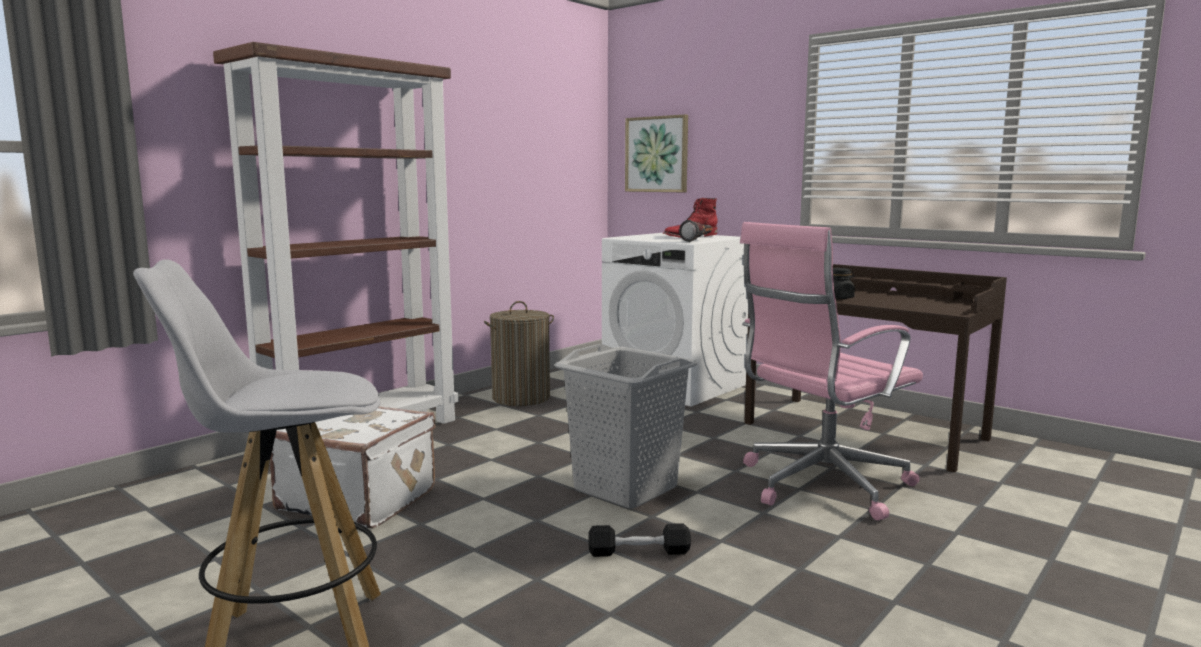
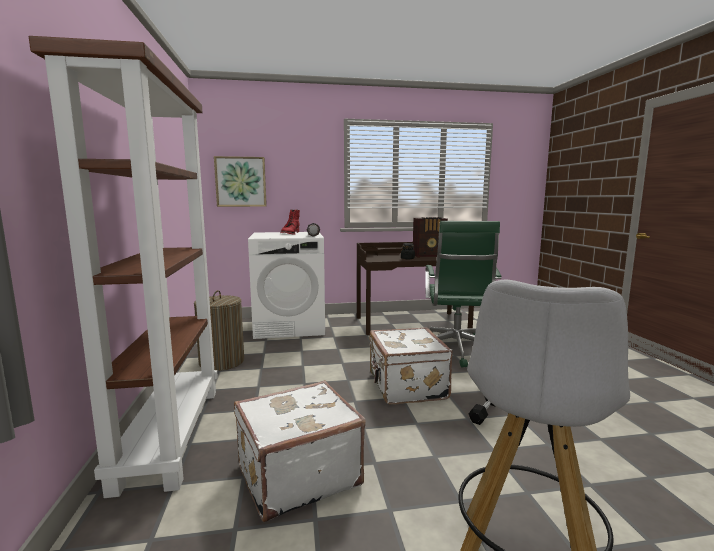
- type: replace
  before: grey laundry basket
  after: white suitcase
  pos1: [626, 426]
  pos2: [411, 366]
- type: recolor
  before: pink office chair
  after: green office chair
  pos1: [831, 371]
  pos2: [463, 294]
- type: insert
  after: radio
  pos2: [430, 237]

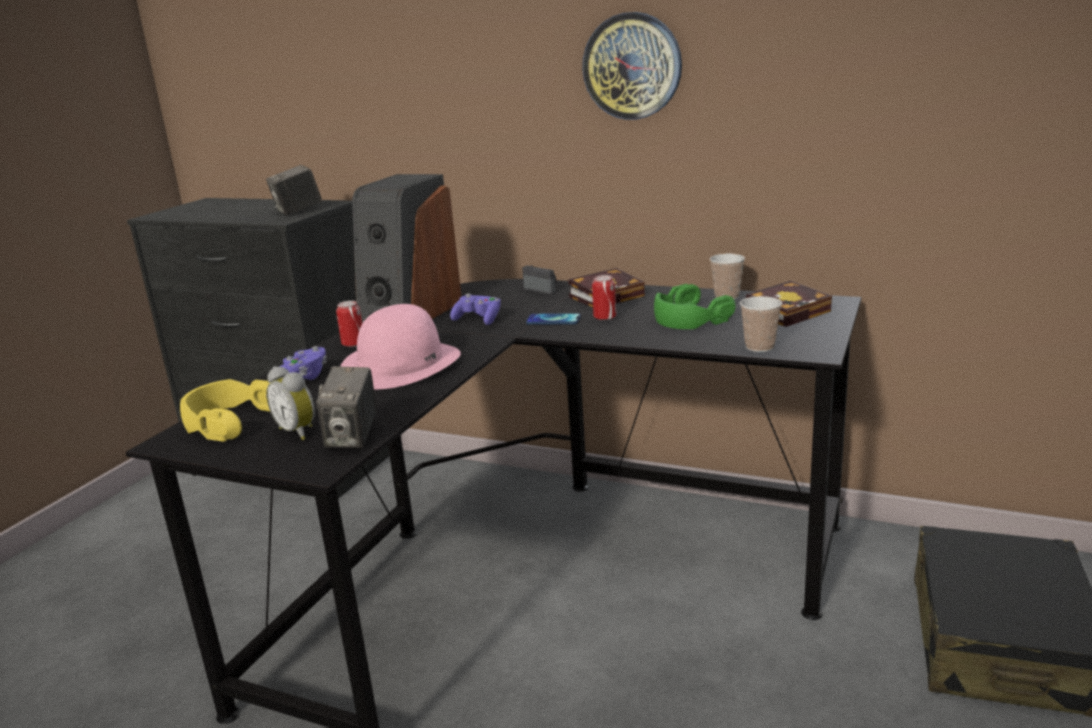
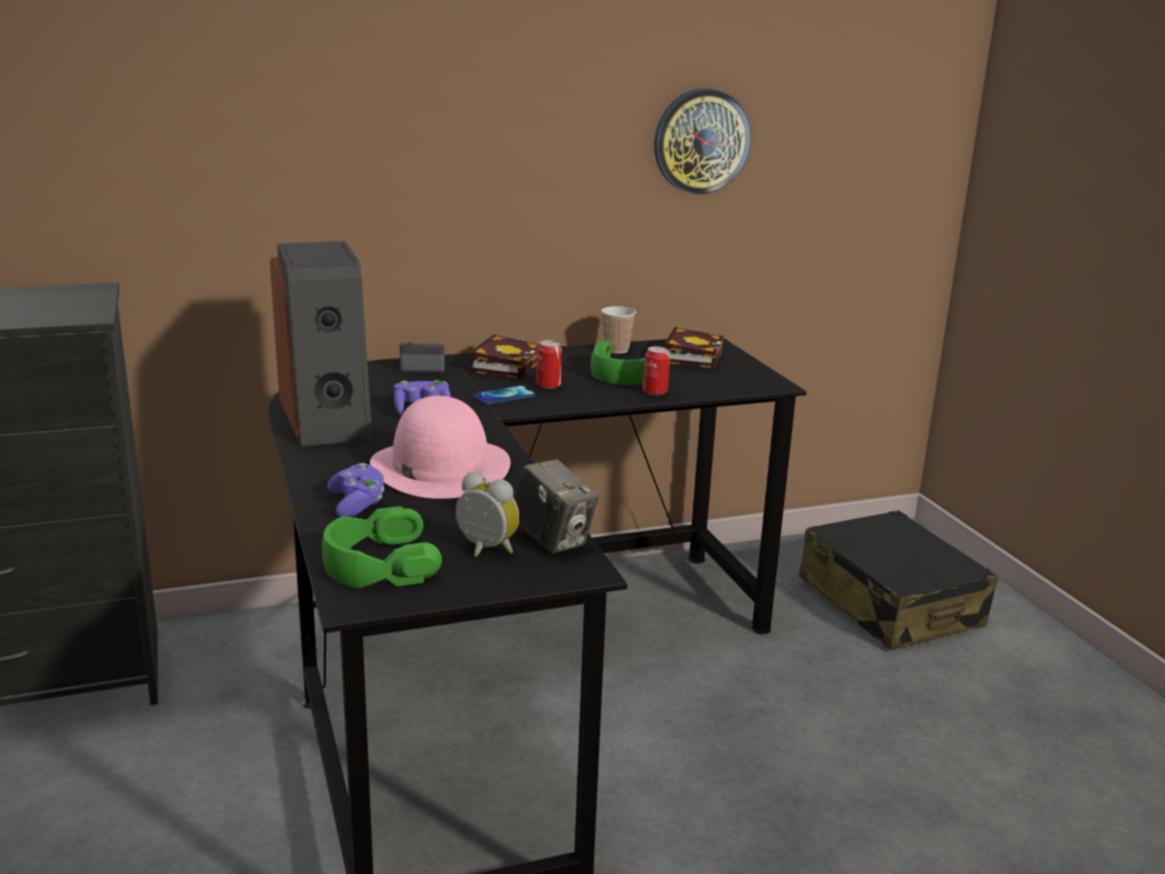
- type: recolor
  before: yellow headphones
  after: green headphones
  pos1: [225, 410]
  pos2: [382, 547]
- type: delete
  before: photo camera
  pos1: [294, 190]
- type: rotate
  before: alarm clock
  pos1: [290, 403]
  pos2: [487, 514]
  turn: -150
- type: move
  before: can
  pos1: [349, 324]
  pos2: [656, 371]
- type: move
  before: wall clock
  pos1: [632, 66]
  pos2: [702, 141]
- type: delete
  before: cup
  pos1: [761, 324]

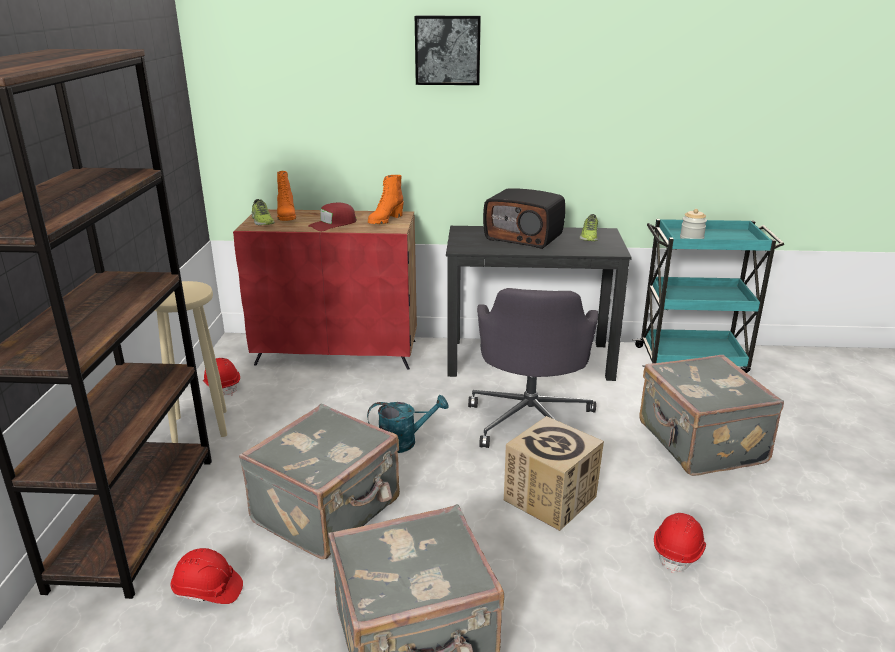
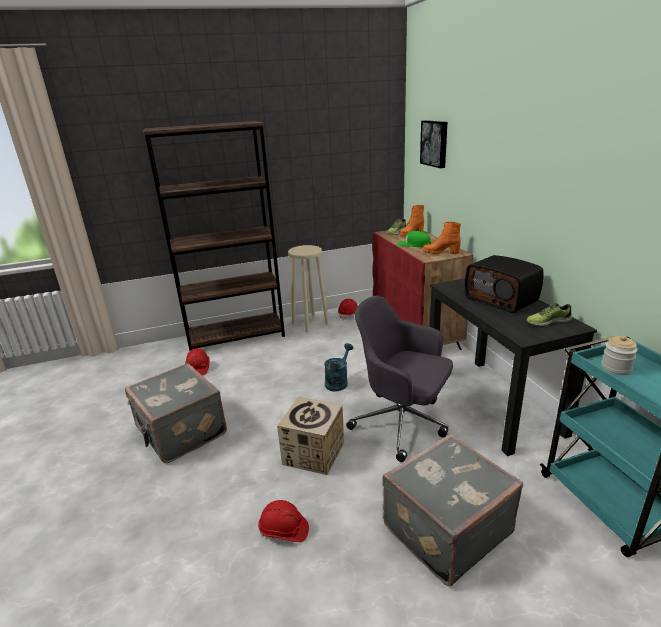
- type: delete
  before: grey suitcase
  pos1: [319, 481]
- type: recolor
  before: red cap
  after: green cap
  pos1: [332, 217]
  pos2: [414, 239]
- type: rotate
  before: turquoise watering can
  pos1: [407, 424]
  pos2: [338, 367]
  turn: -120
- type: move
  before: picture
  pos1: [448, 50]
  pos2: [433, 144]
- type: rotate
  before: grey office chair
  pos1: [533, 368]
  pos2: [399, 378]
  turn: 45
- type: rotate
  before: radio
  pos1: [524, 218]
  pos2: [504, 284]
  turn: -45

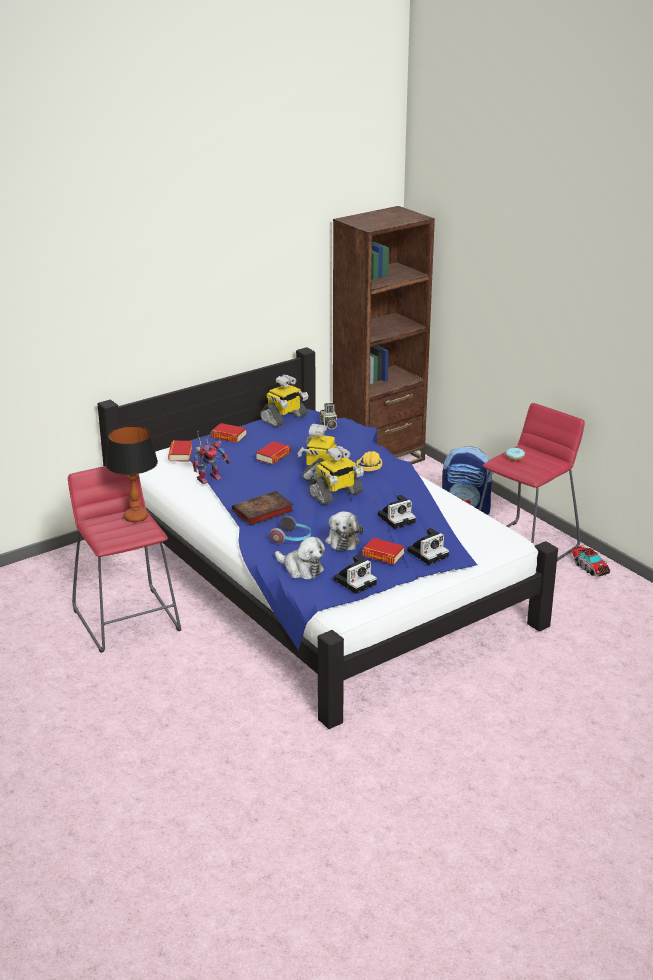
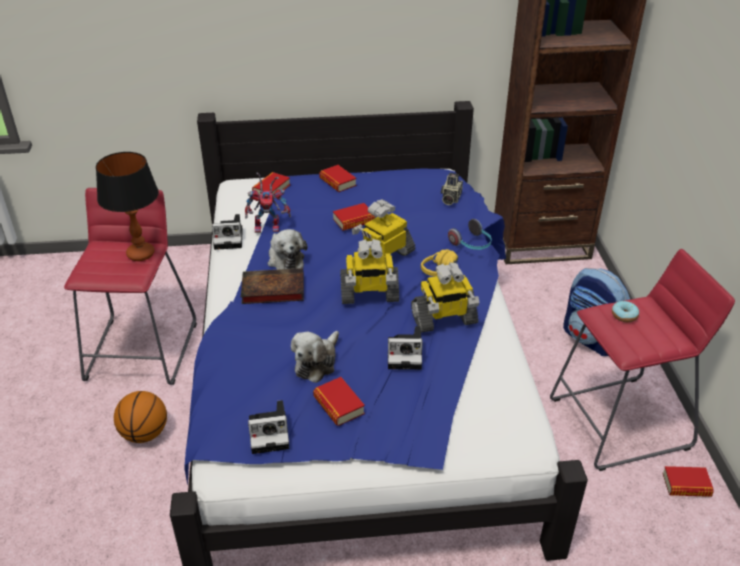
- type: move
  before: toy robot
  pos1: [284, 401]
  pos2: [445, 297]
- type: move
  before: headphones
  pos1: [290, 530]
  pos2: [470, 234]
- type: move
  before: plush toy
  pos1: [300, 558]
  pos2: [287, 249]
- type: move
  before: photo camera
  pos1: [428, 546]
  pos2: [227, 232]
- type: replace
  before: toy truck
  after: book
  pos1: [591, 561]
  pos2: [688, 481]
- type: insert
  after: basketball
  pos2: [140, 417]

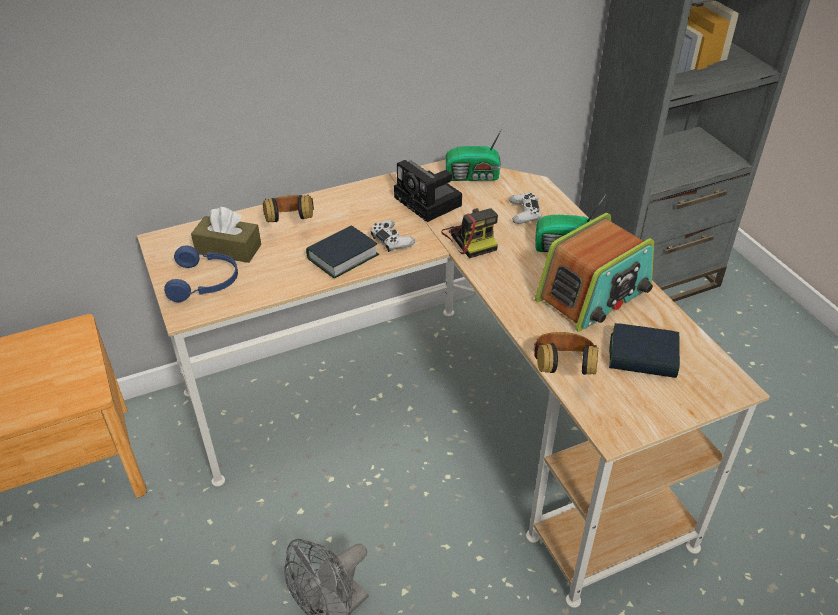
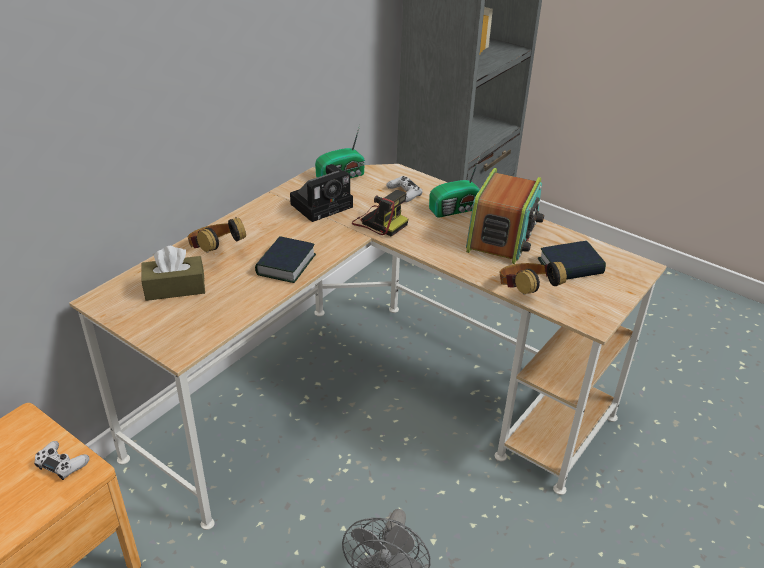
- type: delete
  before: blue headphones
  pos1: [201, 273]
- type: move
  before: white game controller
  pos1: [393, 236]
  pos2: [62, 460]
- type: rotate
  before: photo camera
  pos1: [428, 191]
  pos2: [321, 193]
  turn: -60

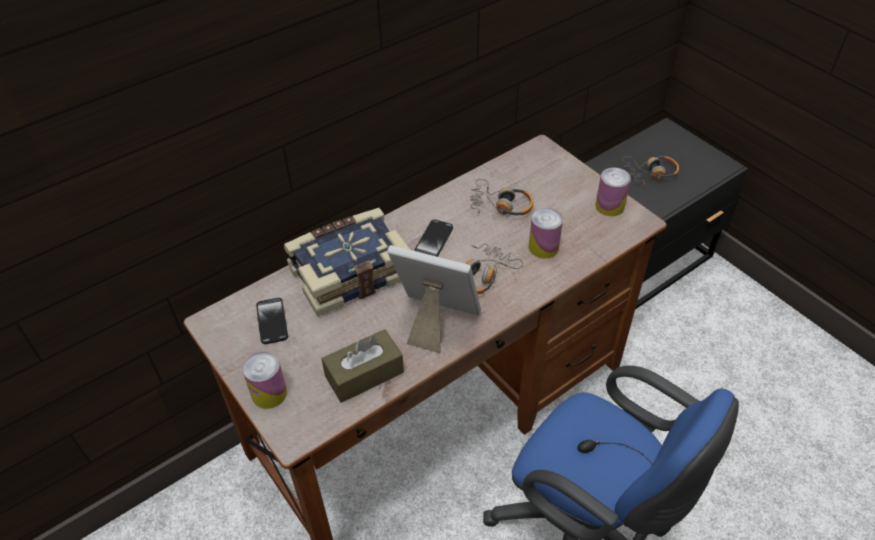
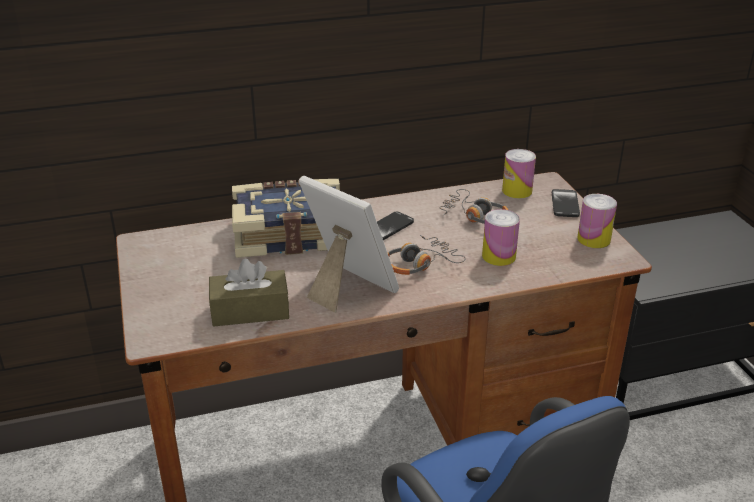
- type: move
  before: can
  pos1: [264, 380]
  pos2: [519, 174]
- type: move
  before: phone
  pos1: [272, 321]
  pos2: [566, 203]
- type: delete
  before: headphones
  pos1: [650, 170]

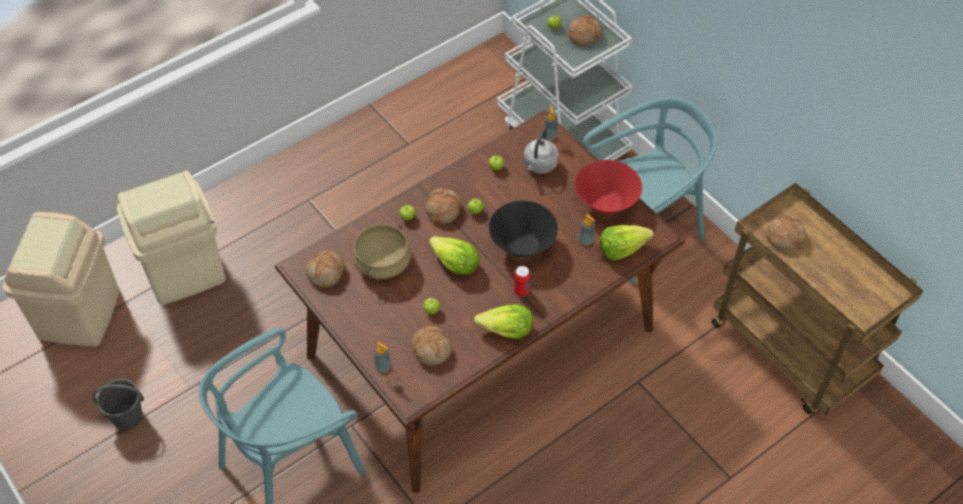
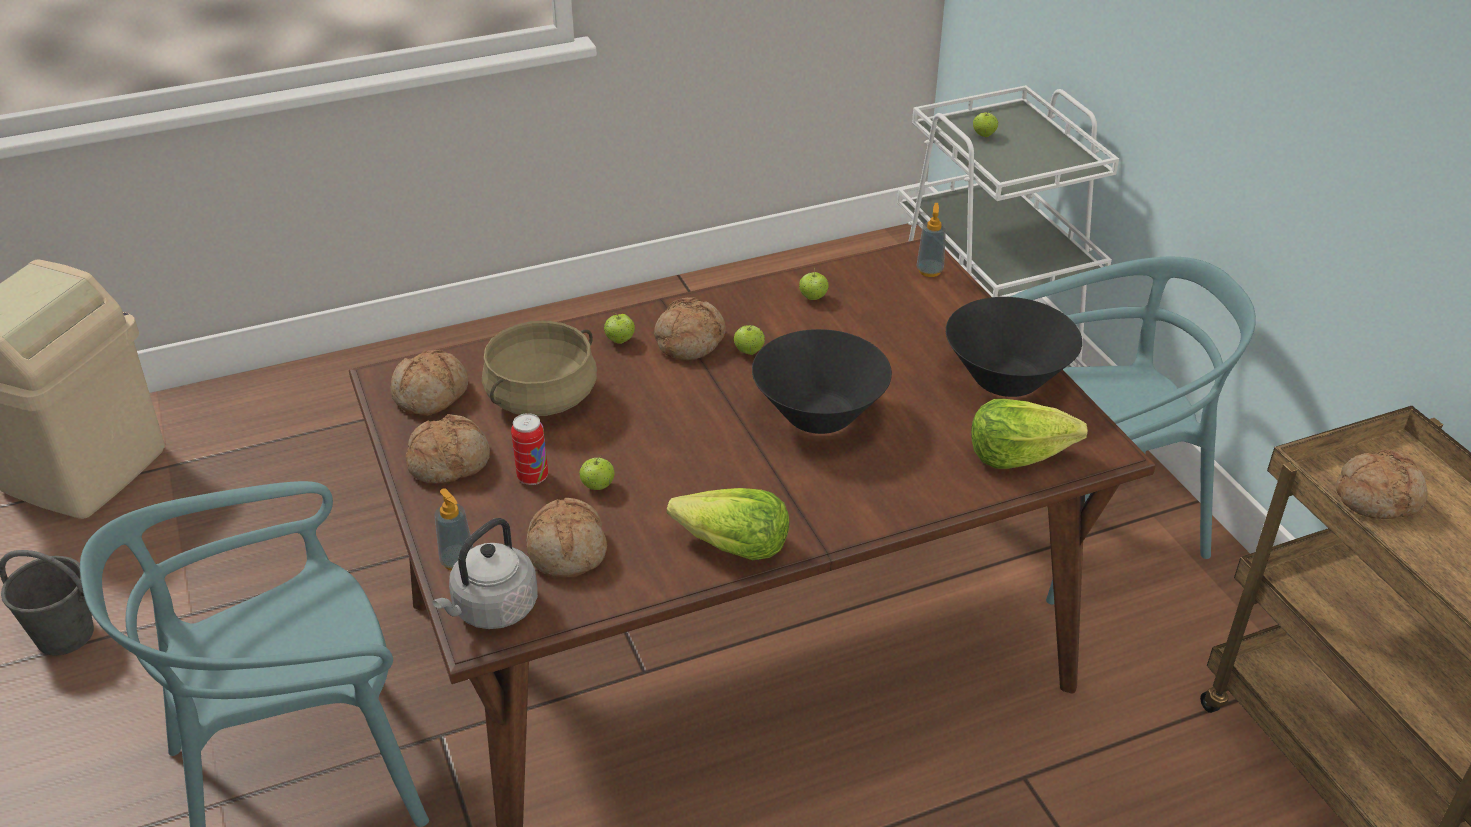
- type: delete
  before: beige trash can
  pos1: [171, 238]
- type: delete
  before: lettuce
  pos1: [454, 255]
- type: move
  before: can
  pos1: [522, 281]
  pos2: [529, 449]
- type: move
  before: grey kettle
  pos1: [541, 151]
  pos2: [485, 573]
- type: move
  before: bread
  pos1: [585, 30]
  pos2: [448, 449]
- type: recolor
  before: red bowl
  after: black bowl
  pos1: [608, 187]
  pos2: [1014, 347]
- type: delete
  before: soap dispenser
  pos1: [586, 230]

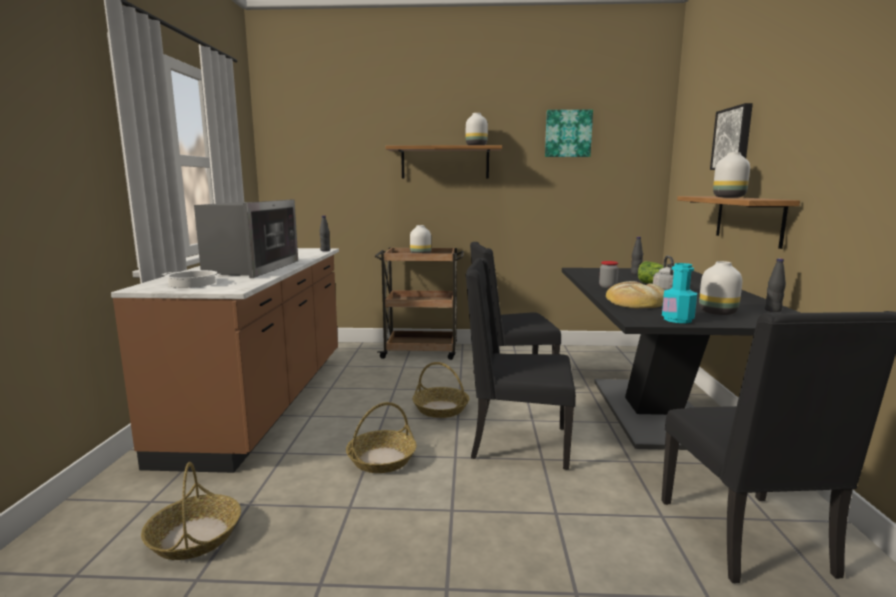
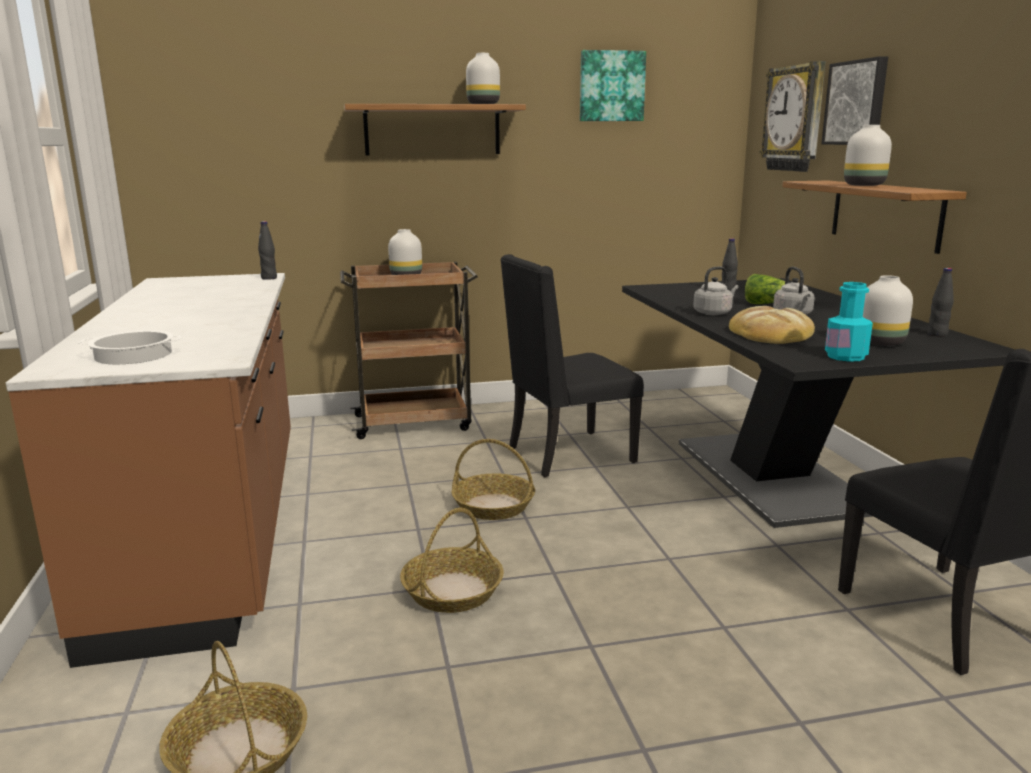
- type: delete
  before: microwave
  pos1: [246, 239]
- type: delete
  before: black chair
  pos1: [521, 364]
- type: replace
  before: jar
  after: grey kettle
  pos1: [609, 274]
  pos2: [716, 291]
- type: insert
  after: wall clock
  pos2: [793, 116]

